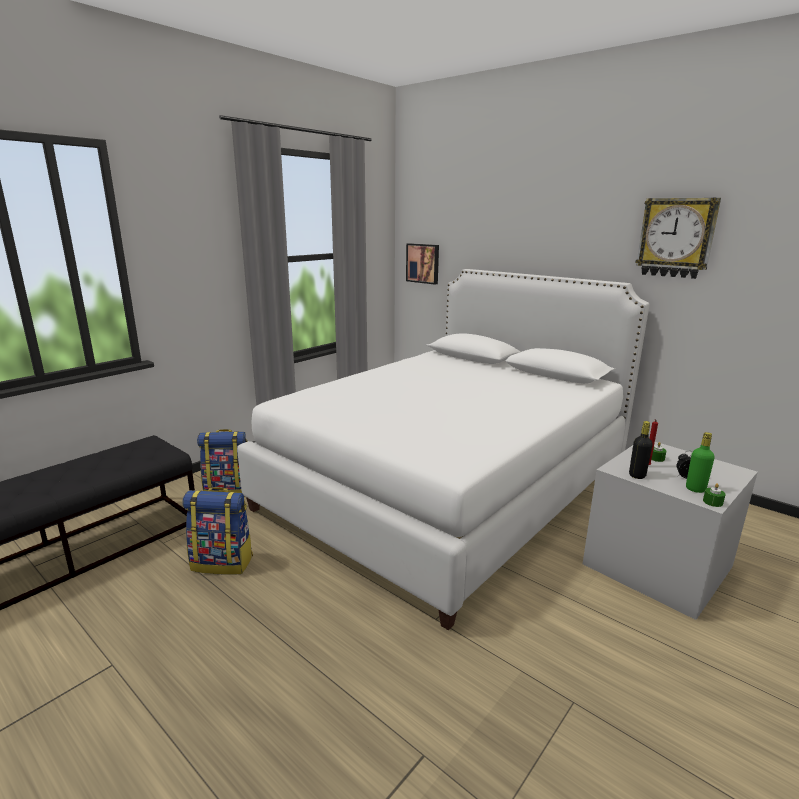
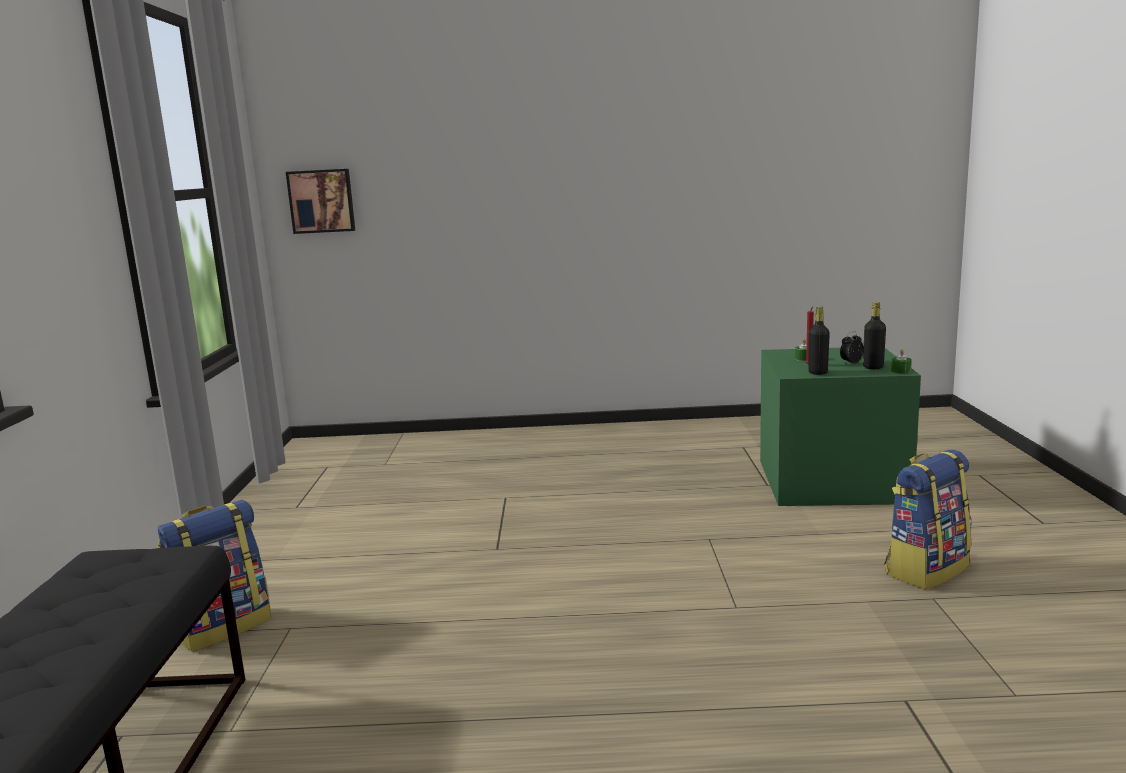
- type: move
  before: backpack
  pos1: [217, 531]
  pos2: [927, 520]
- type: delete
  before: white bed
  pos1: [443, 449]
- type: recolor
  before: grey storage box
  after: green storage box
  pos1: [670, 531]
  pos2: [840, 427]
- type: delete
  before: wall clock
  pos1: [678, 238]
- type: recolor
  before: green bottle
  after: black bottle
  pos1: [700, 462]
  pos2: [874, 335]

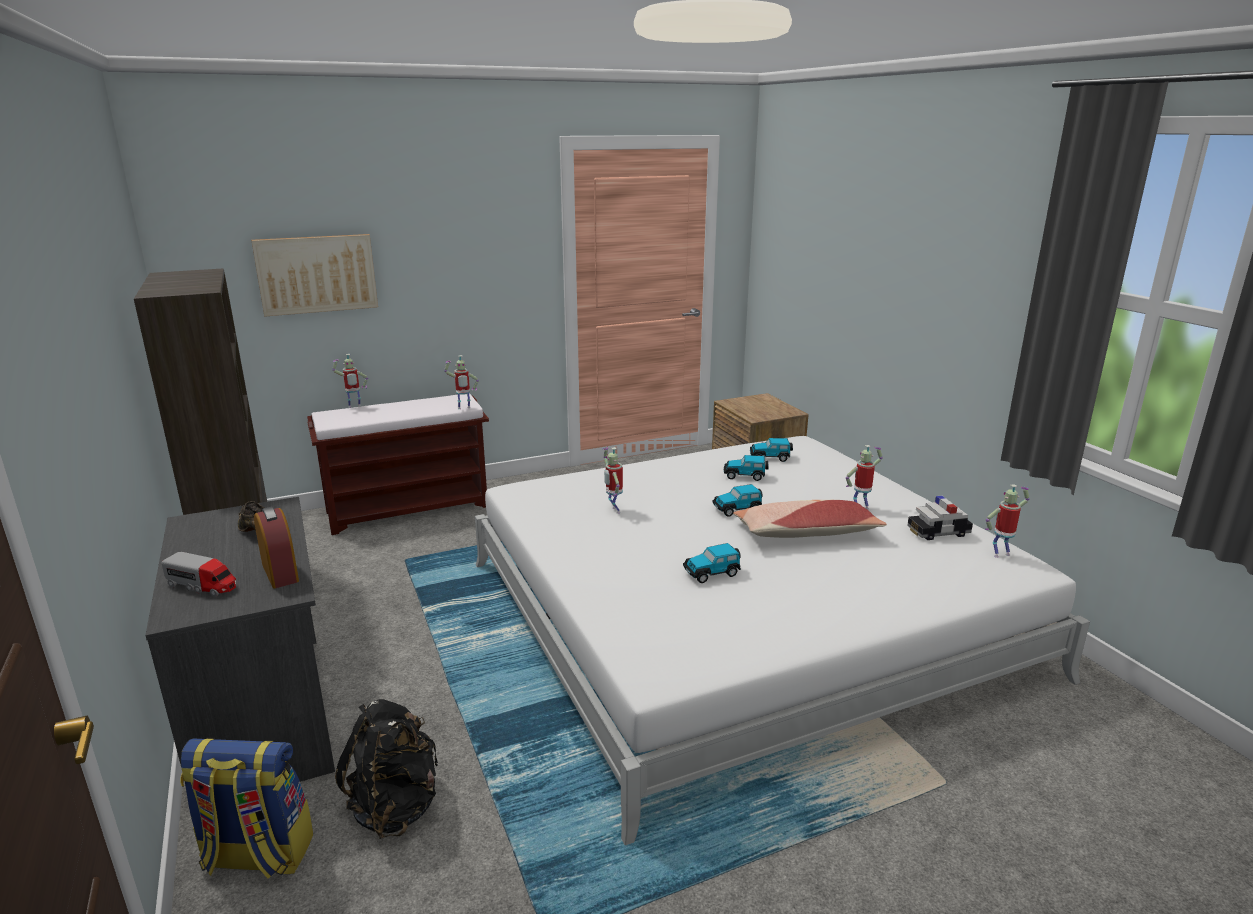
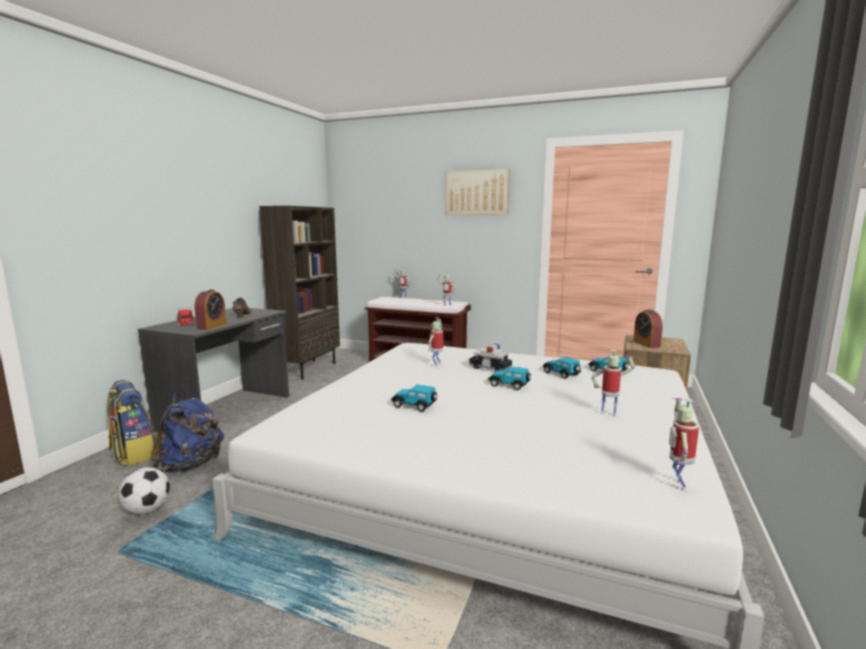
- type: move
  before: picture
  pos1: [314, 275]
  pos2: [477, 192]
- type: recolor
  before: black backpack
  after: blue backpack
  pos1: [386, 769]
  pos2: [187, 432]
- type: delete
  before: pillow
  pos1: [810, 519]
- type: move
  before: toy car
  pos1: [940, 518]
  pos2: [490, 358]
- type: rotate
  before: toy robot
  pos1: [1007, 521]
  pos2: [684, 444]
  turn: -105
- type: insert
  after: football
  pos2: [144, 490]
- type: insert
  after: alarm clock
  pos2: [648, 329]

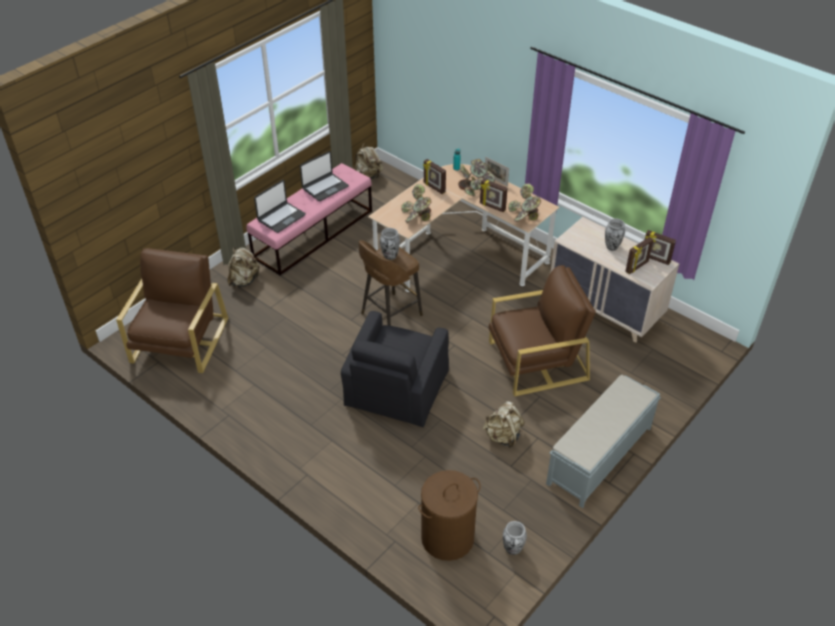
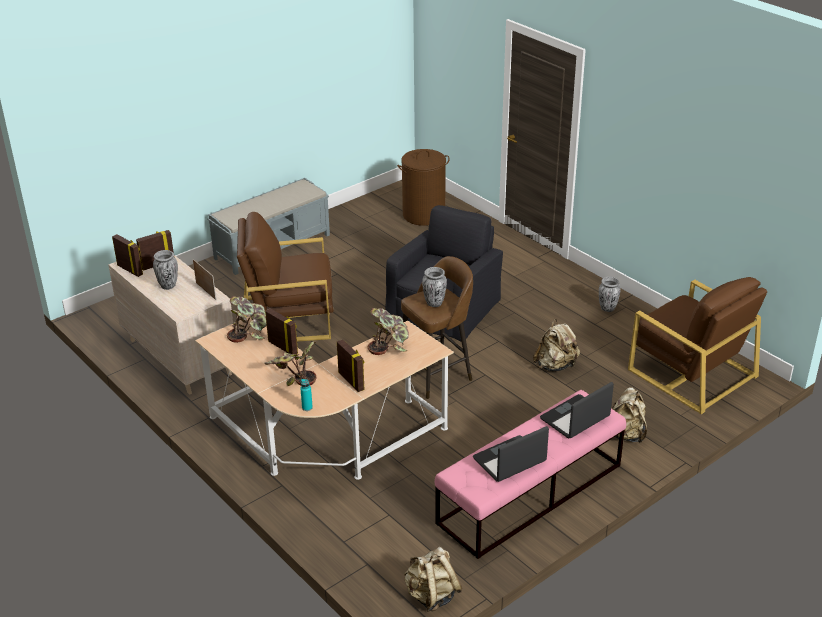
- type: rotate
  before: brown armchair
  pos1: [172, 310]
  pos2: [697, 345]
  turn: -60
- type: move
  before: beige backpack
  pos1: [504, 424]
  pos2: [556, 345]
- type: move
  before: picture frame
  pos1: [497, 171]
  pos2: [204, 279]
- type: move
  before: vase
  pos1: [515, 538]
  pos2: [610, 294]

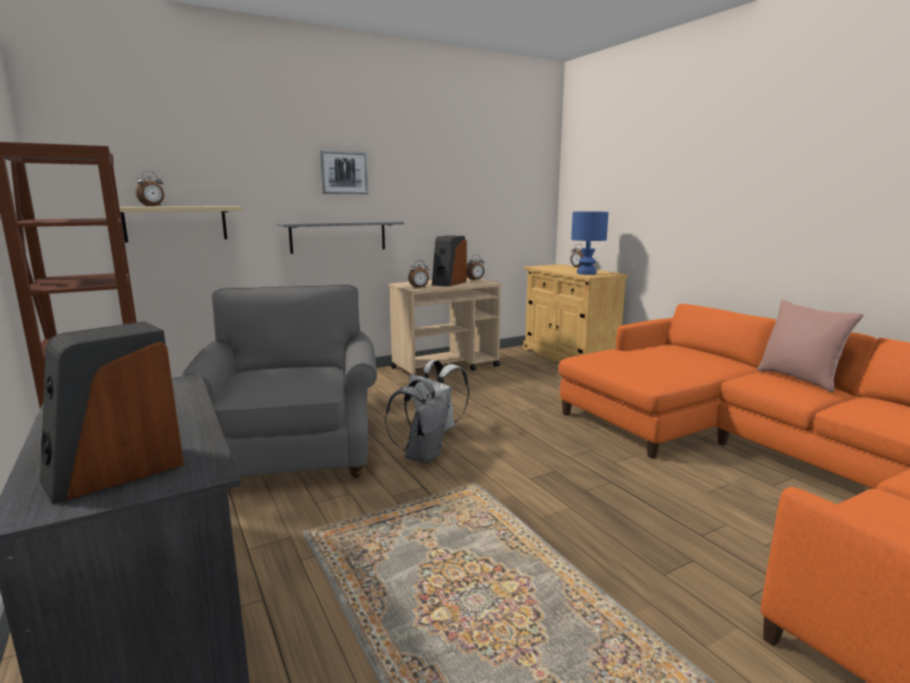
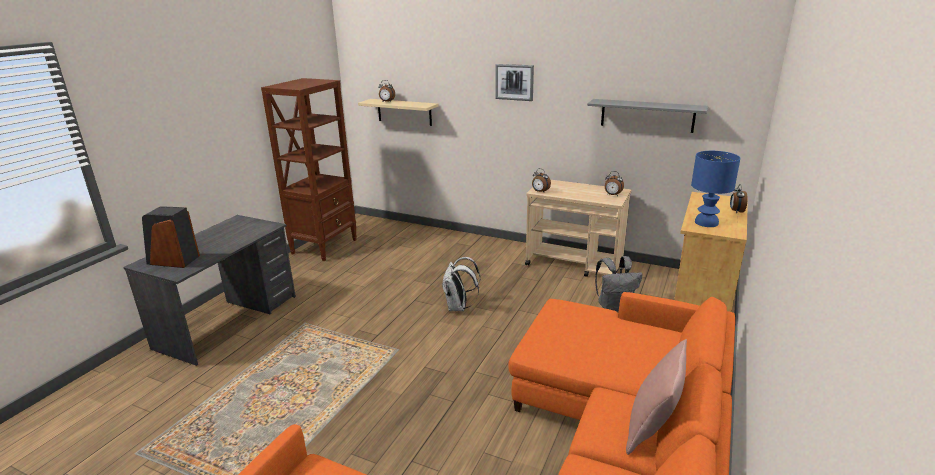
- type: delete
  before: grey armchair
  pos1: [279, 381]
- type: move
  before: grey shelf
  pos1: [340, 237]
  pos2: [648, 116]
- type: move
  before: grey backpack
  pos1: [417, 421]
  pos2: [619, 284]
- type: delete
  before: speaker
  pos1: [449, 261]

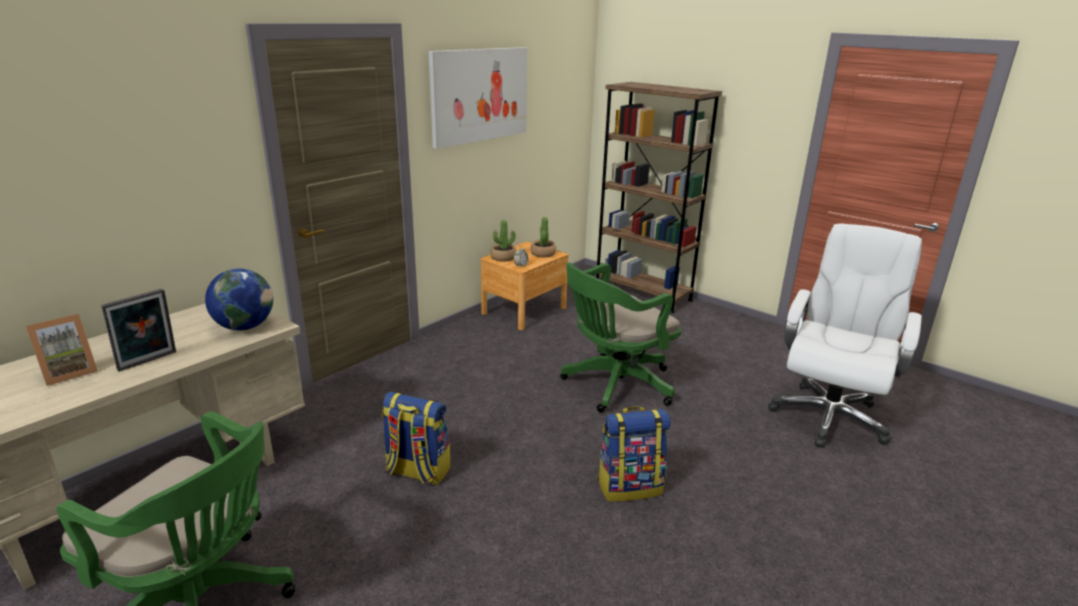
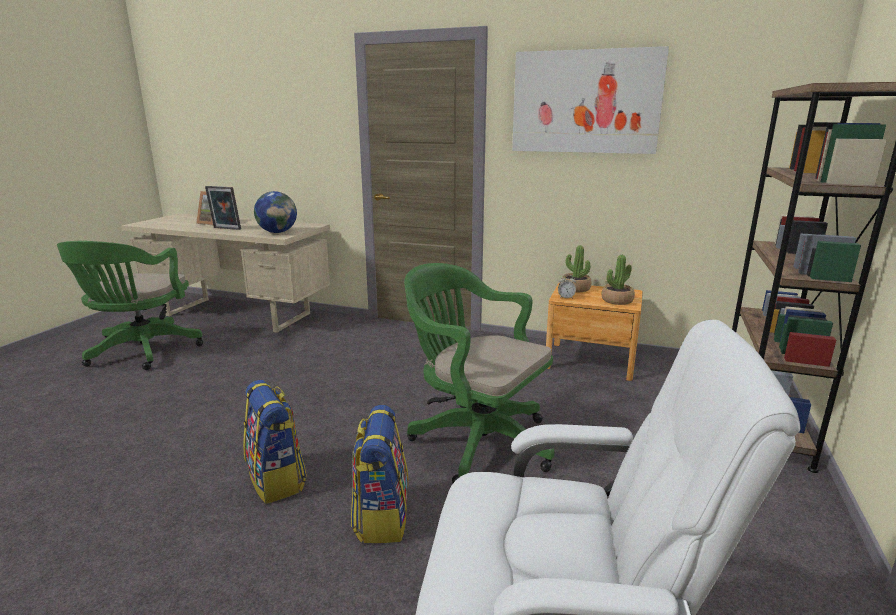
- type: move
  before: backpack
  pos1: [416, 438]
  pos2: [380, 474]

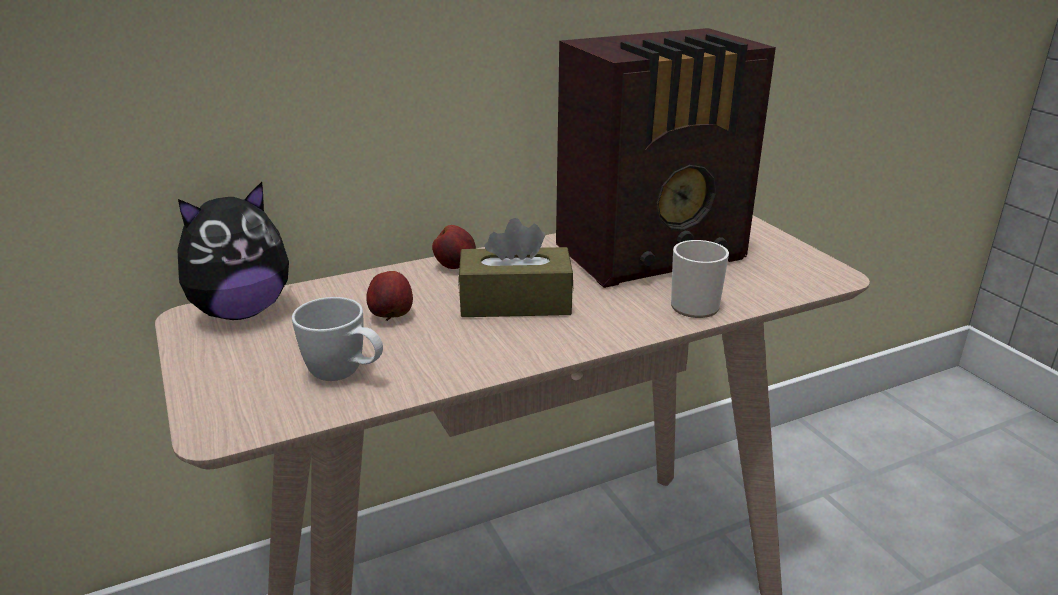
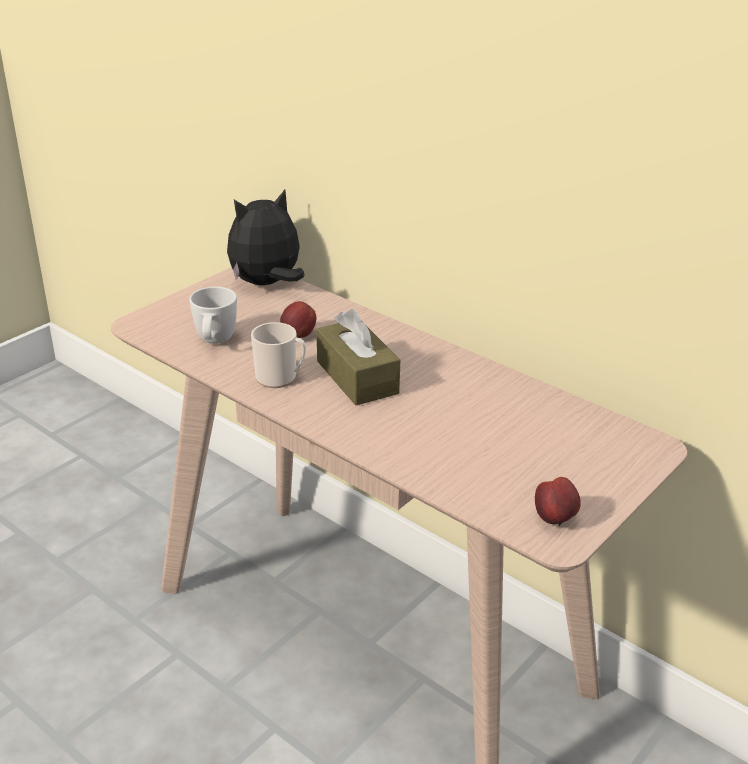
- type: rotate
  before: plush toy
  pos1: [233, 251]
  pos2: [266, 237]
  turn: 120
- type: move
  before: apple
  pos1: [454, 247]
  pos2: [558, 501]
- type: delete
  before: radio
  pos1: [666, 158]
- type: move
  before: mug
  pos1: [700, 279]
  pos2: [278, 355]

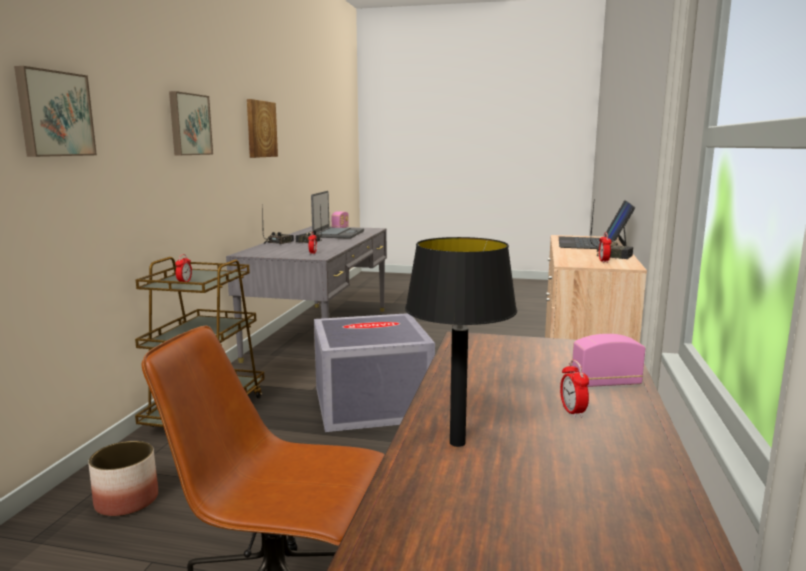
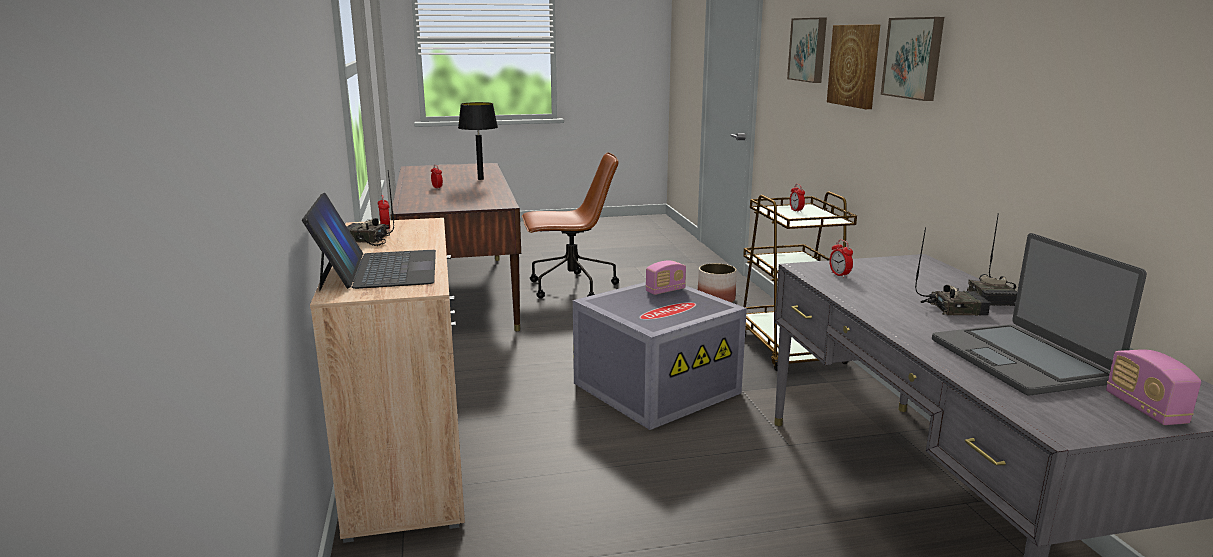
- type: move
  before: picture
  pos1: [262, 128]
  pos2: [853, 66]
- type: move
  before: radio
  pos1: [608, 360]
  pos2: [665, 277]

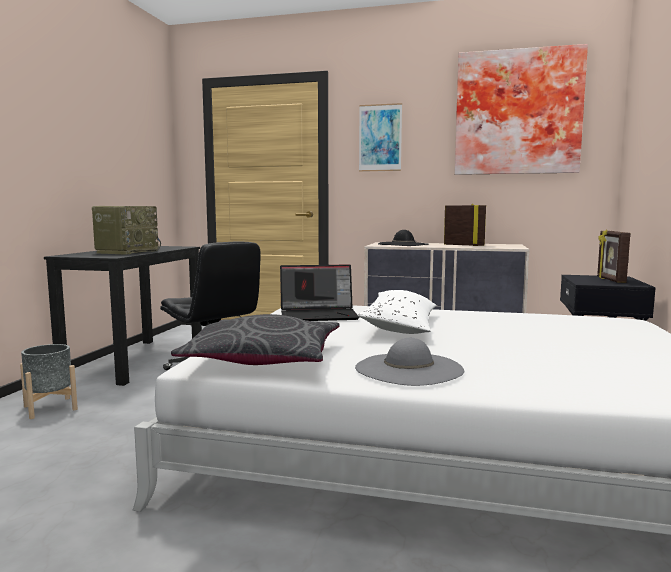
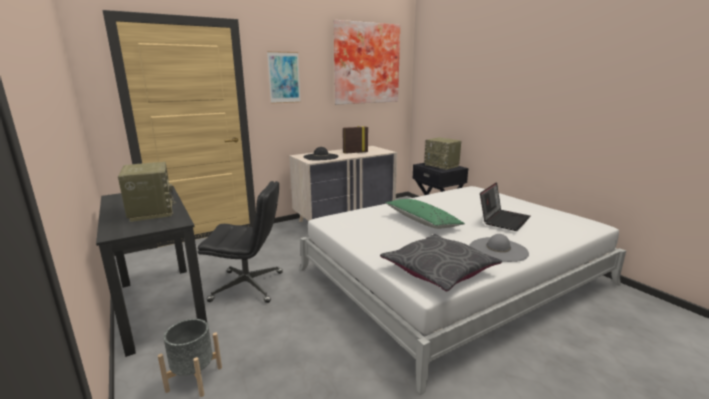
- type: move
  before: laptop
  pos1: [319, 292]
  pos2: [505, 206]
- type: recolor
  before: white pillow
  after: green pillow
  pos1: [397, 312]
  pos2: [425, 214]
- type: replace
  before: picture frame
  after: radio
  pos1: [613, 256]
  pos2: [442, 153]

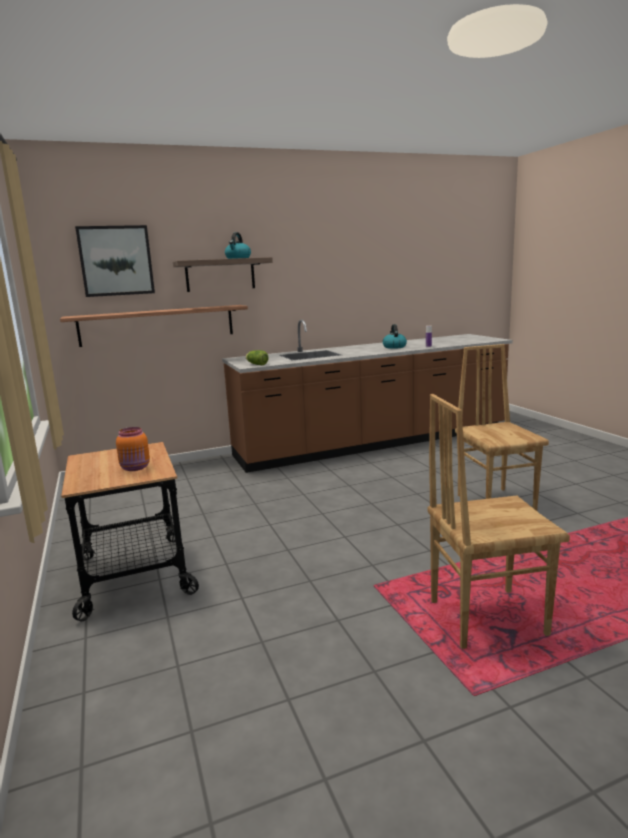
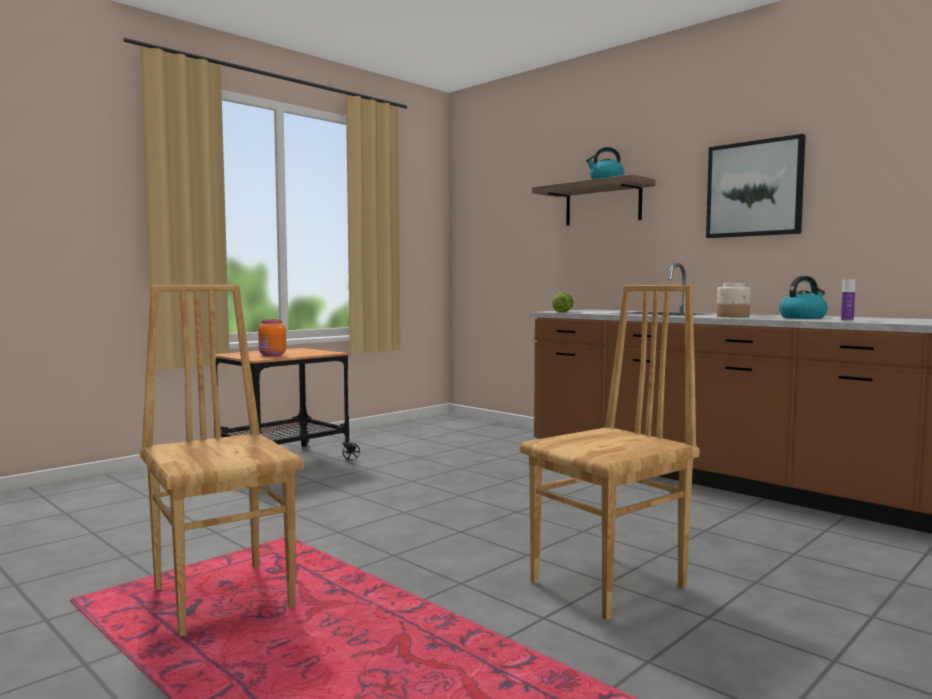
- type: delete
  before: shelf
  pos1: [154, 326]
- type: move
  before: picture
  pos1: [115, 261]
  pos2: [755, 186]
- type: insert
  after: jar
  pos2: [734, 300]

